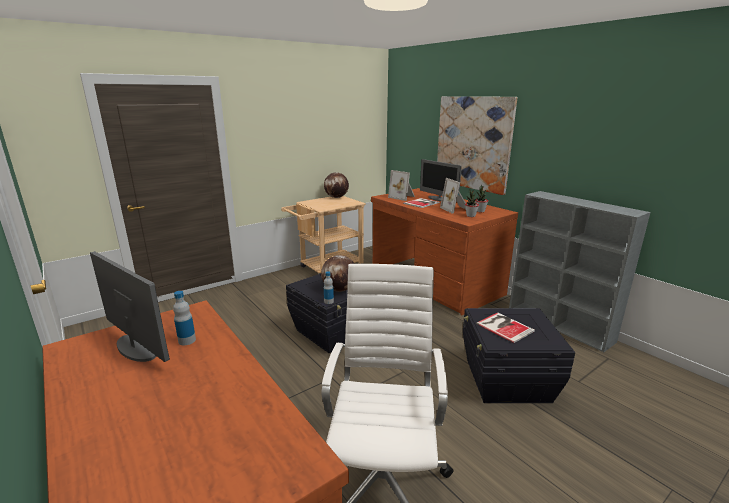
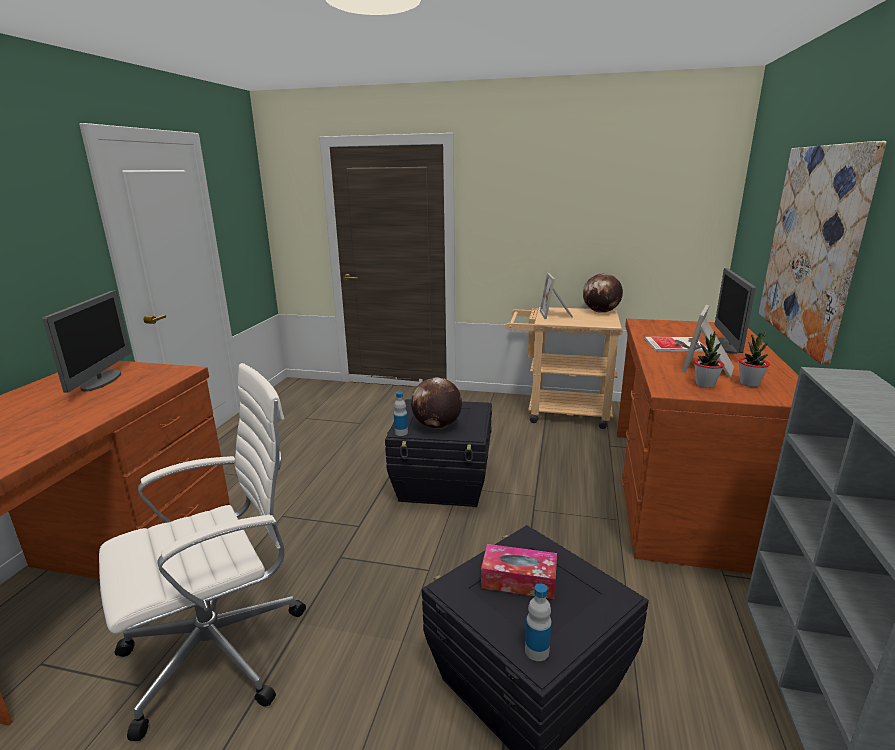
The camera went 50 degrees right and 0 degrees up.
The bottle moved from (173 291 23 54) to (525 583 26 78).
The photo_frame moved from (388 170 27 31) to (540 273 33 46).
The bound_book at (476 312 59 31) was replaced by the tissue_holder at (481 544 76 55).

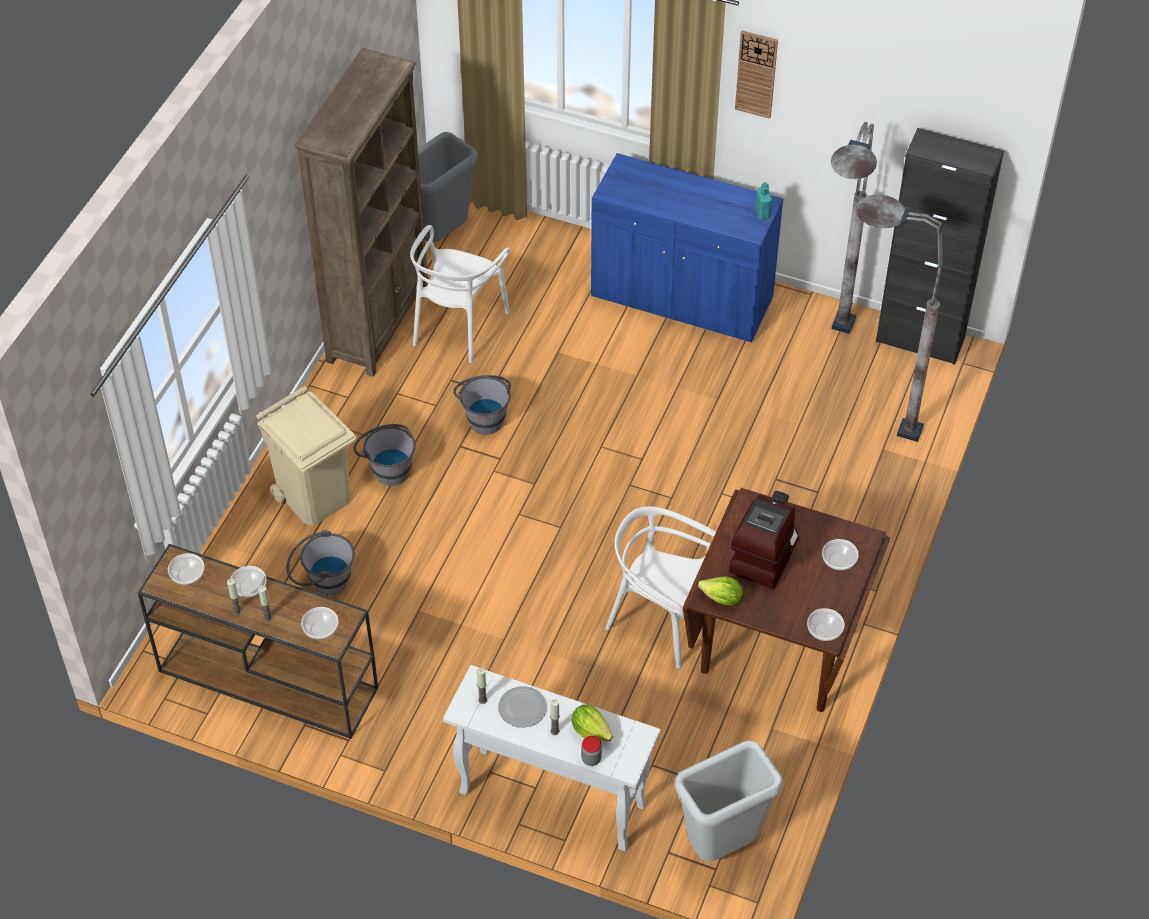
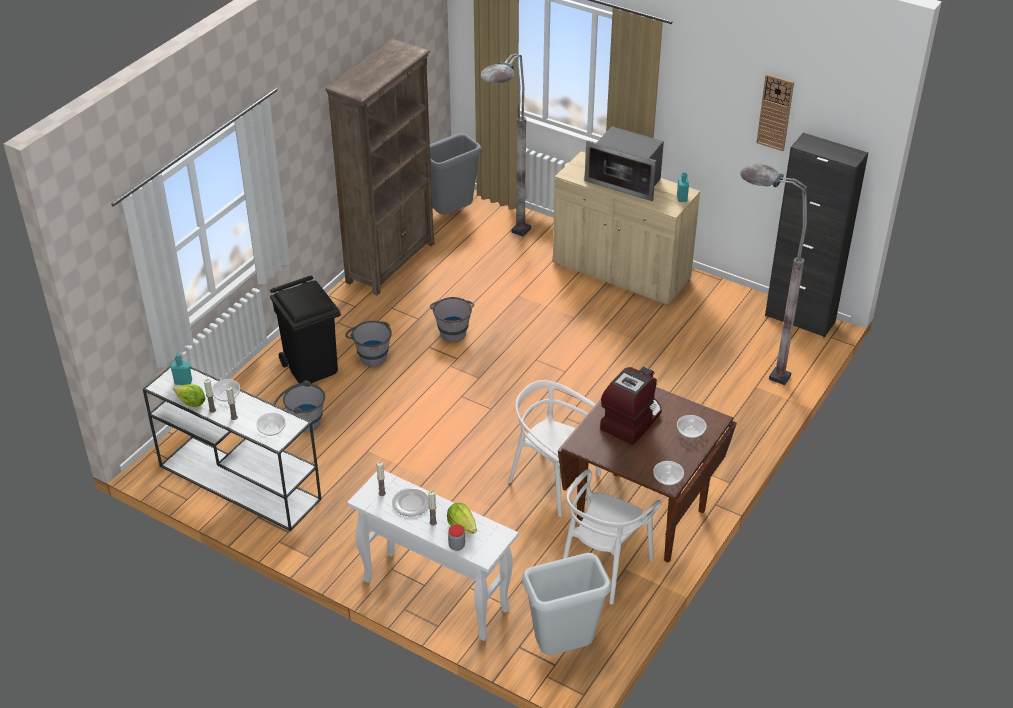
The camera went 10 degrees right and 10 degrees down.
The brown-coloured_hall_table at (138 544 240 195) became the whitish_hall_table at (143 366 178 165).
The deep_dish at (168 553 36 32) was replaced by the blue-green_bottle at (170 354 22 31).
The beige_rubbish_bin at (256 386 100 139) became the black_rubbish_bin at (270 275 71 108).
The whitish_upright_chair moved from (410 225 100 138) to (563 469 99 135).
The bluish_storage_cabinet at (591 153 192 189) became the beige_storage_cabinet at (553 151 147 154).
The lettuce_head moved from (698 576 45 30) to (173 384 32 23).
The hanging_clock moved from (735 31 43 88) to (756 74 38 77).
The gray_standing_lamp moved from (831 122 46 212) to (481 54 50 183).
The microwave_oven at (584 126 80 75) appeared.

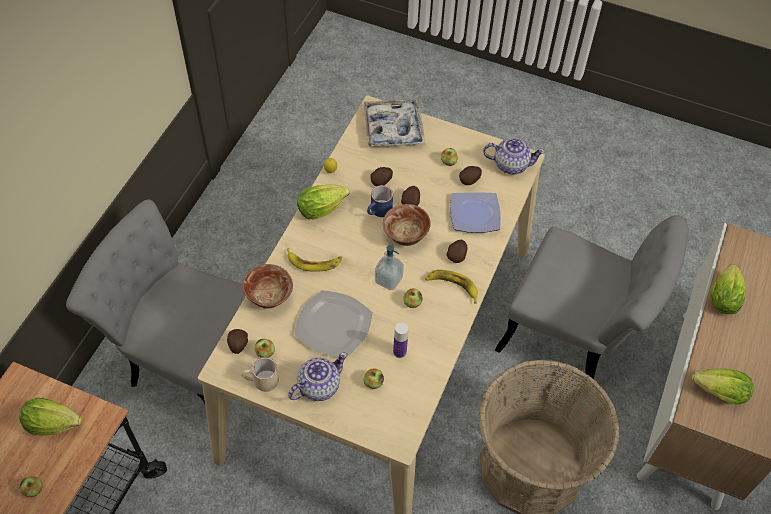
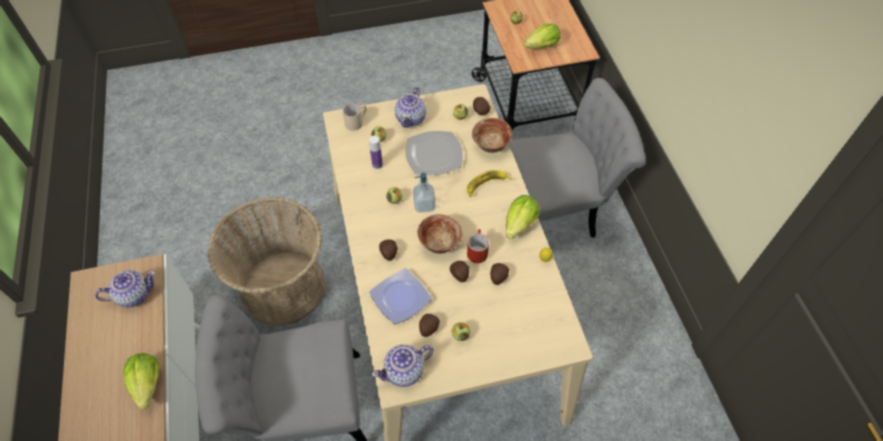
The camera went 145 degrees right and 0 degrees up.
The beige_coffee_mug moved from (242 357 37 35) to (342 103 25 28).
The serving_tray at (364 100 61 47) disappeared.
The bluish_coffee_mug at (367 185 26 32) became the red-coloured_coffee_mug at (467 229 22 34).
The whole_banana at (425 270 53 34) disappeared.
The lettuce_head at (692 368 62 37) was replaced by the tea_pot at (95 270 60 37).

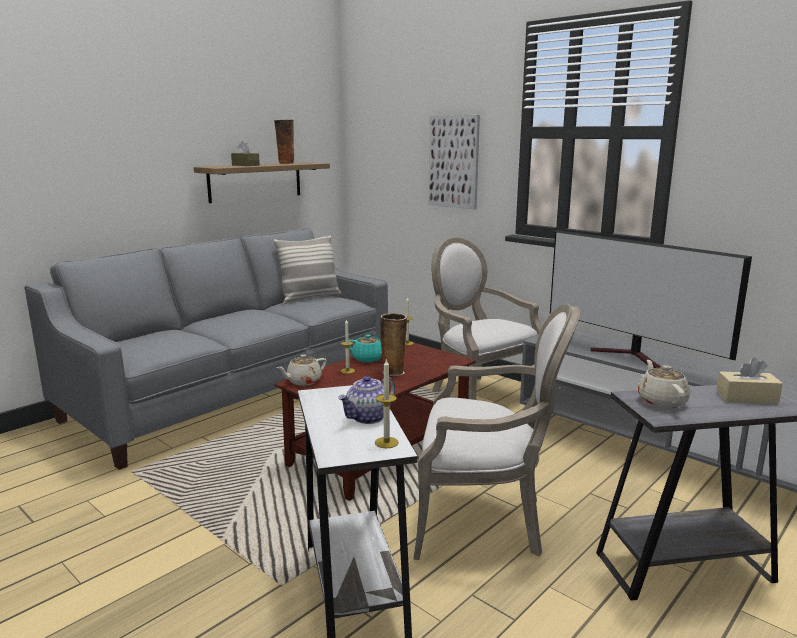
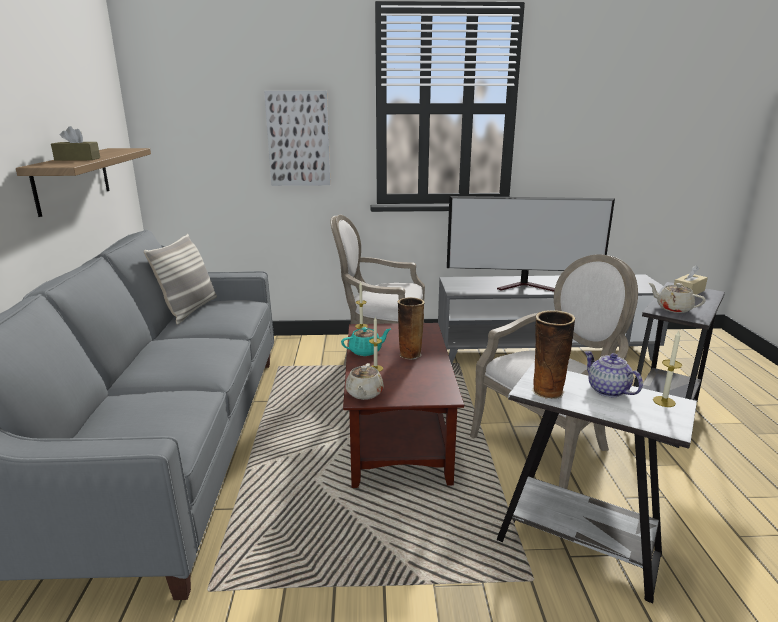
The camera went 45 degrees left and 5 degrees up.
The decorative_vase moved from (274 120 20 44) to (532 310 43 89).
The tea_pot at (338 376 57 48) turned 150 degrees clockwise.

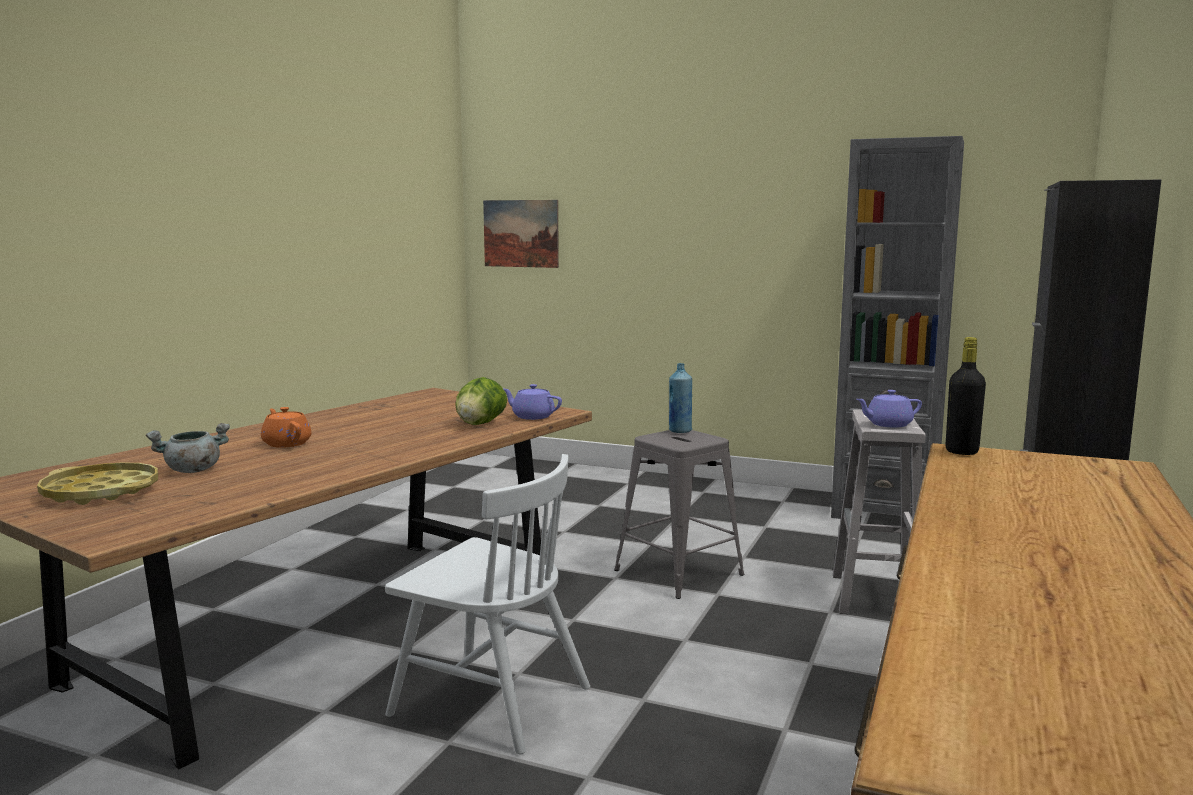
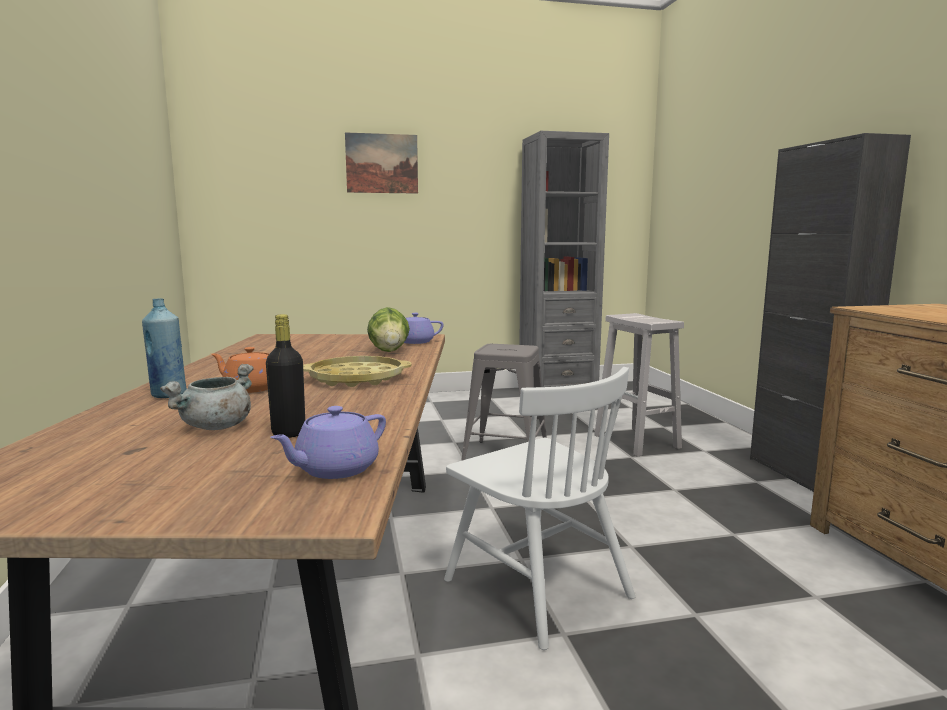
The camera went 35 degrees left and 0 degrees up.
The yellow-coloured_serving_tray moved from (37 462 121 43) to (303 356 109 31).
The whitish_upright_chair at (385 454 205 300) turned 60 degrees clockwise.
The picture moved from (483 200 76 68) to (345 132 73 62).
The bluish_bottle moved from (669 363 23 70) to (142 298 45 100).
The purplish_tea_pot moved from (856 390 66 37) to (270 406 116 73).
The black_bottle moved from (946 337 40 118) to (266 314 39 124).

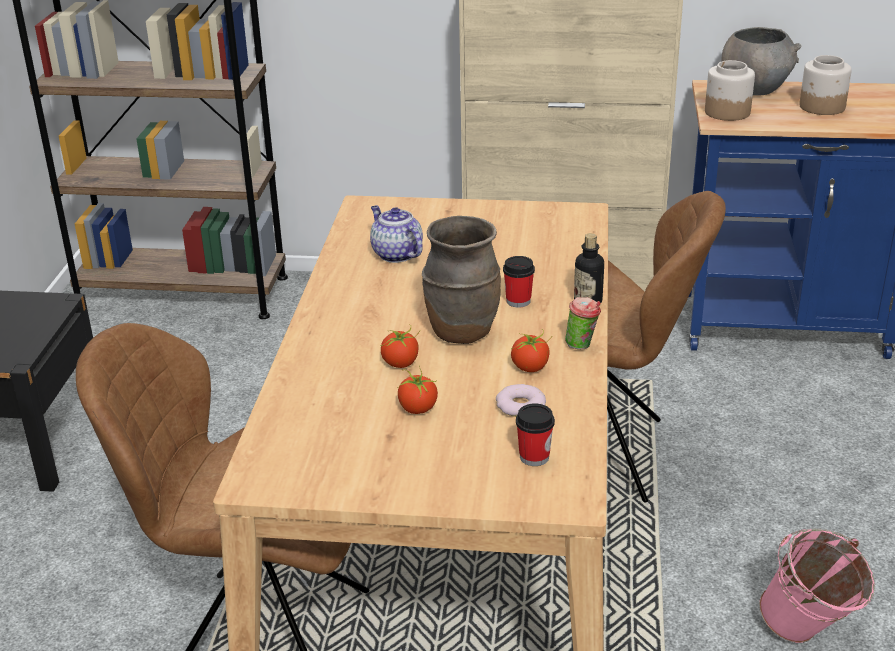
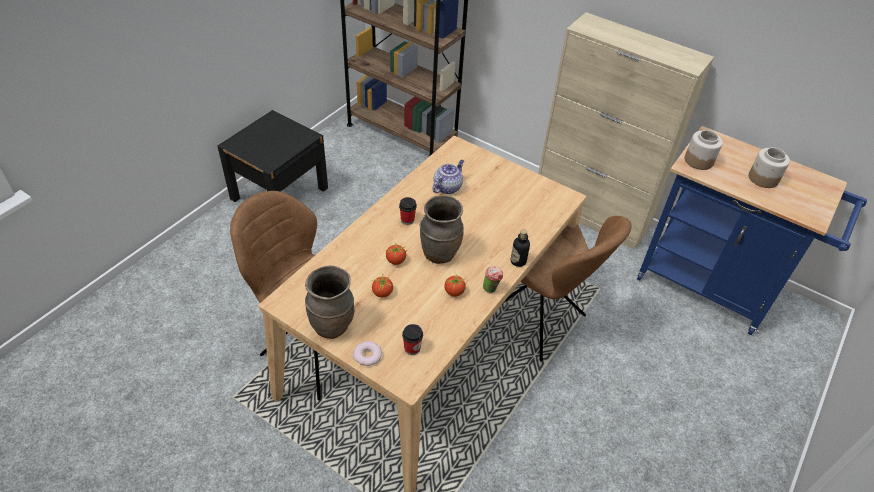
The camera went 25 degrees right and 15 degrees up.
The tea_pot at (370 205 53 58) turned 45 degrees clockwise.
The donut moved from (496 384 50 33) to (353 341 29 25).
The cup moved from (503 256 32 51) to (399 197 18 28).
The gray_deep_dish at (721 27 81 69) disappeared.
The pink_bucket at (759 528 116 115) disappeared.
The brown-coloured_decorative_vase at (305 265 49 74) appeared.

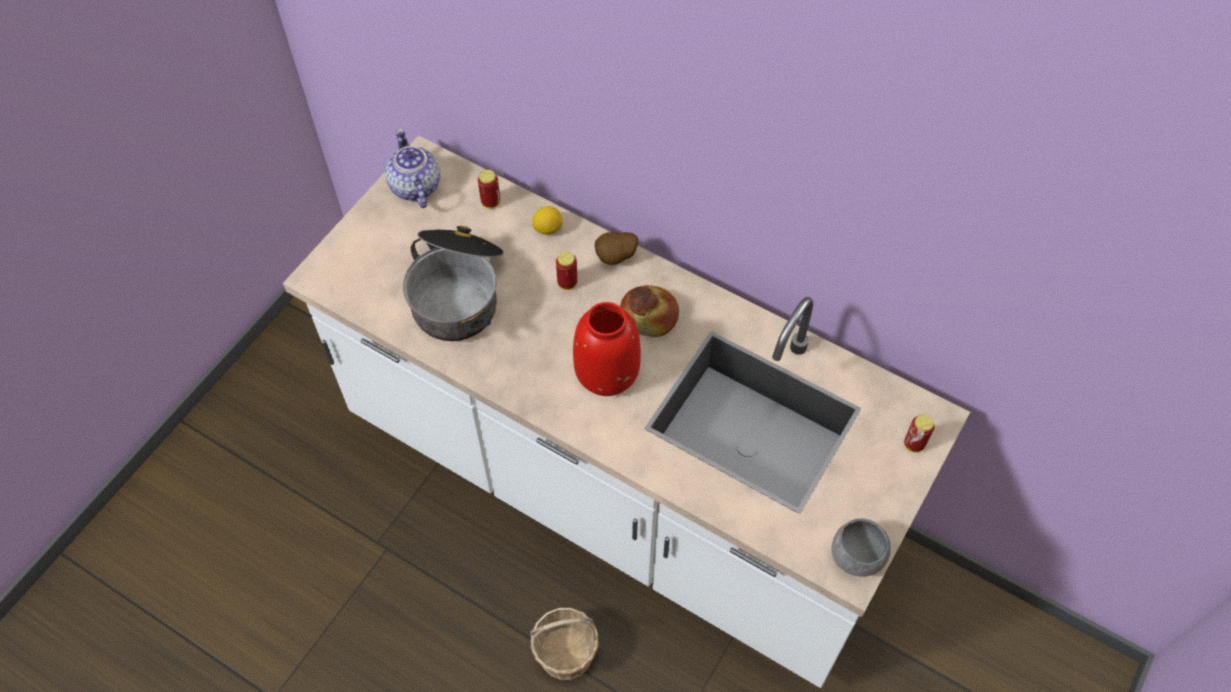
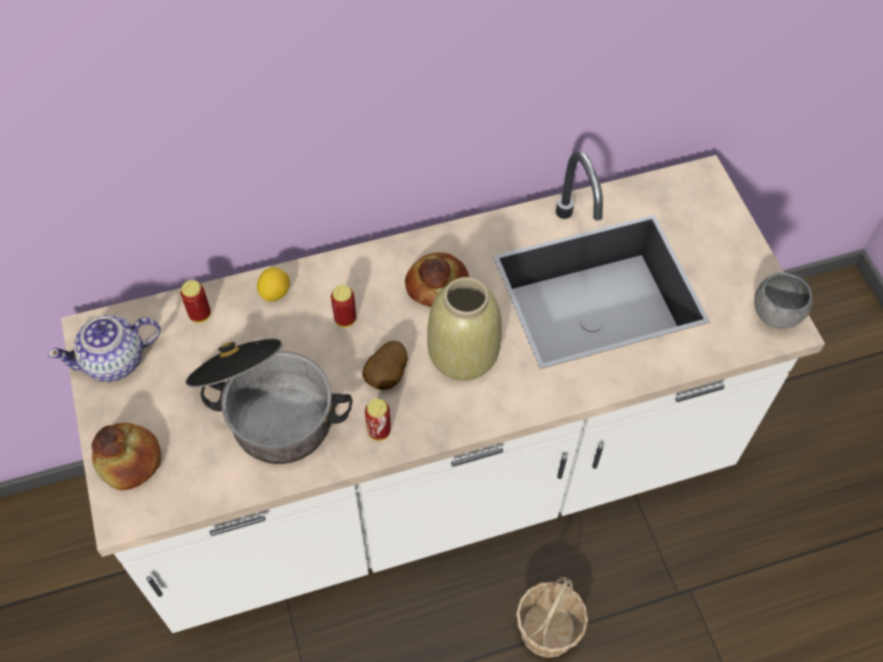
The camera went 50 degrees left and 0 degrees up.
The tea_pot at (385 129 55 79) turned 45 degrees counterclockwise.
The red-coloured_decorative_vase at (573 302 68 94) became the beige_decorative_vase at (427 277 75 104).
The spud moved from (595 232 43 33) to (363 341 45 49).
The can moved from (904 414 31 39) to (365 399 26 42).
The baked_bread at (92 423 69 67) appeared.

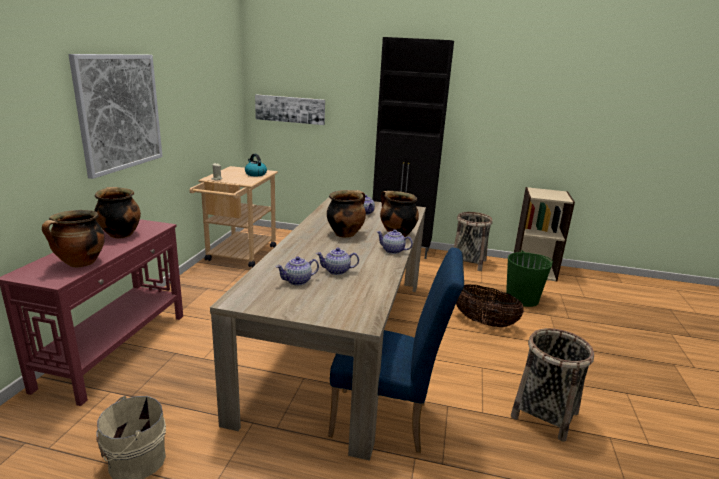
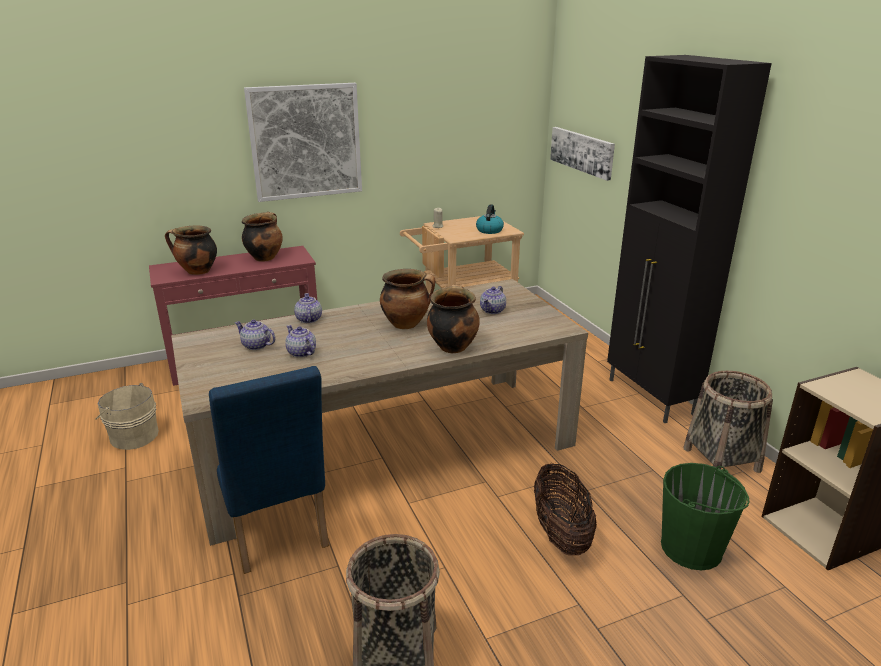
The camera went 55 degrees right and 5 degrees up.
The tea_pot moved from (377 229 36 25) to (294 293 28 30).

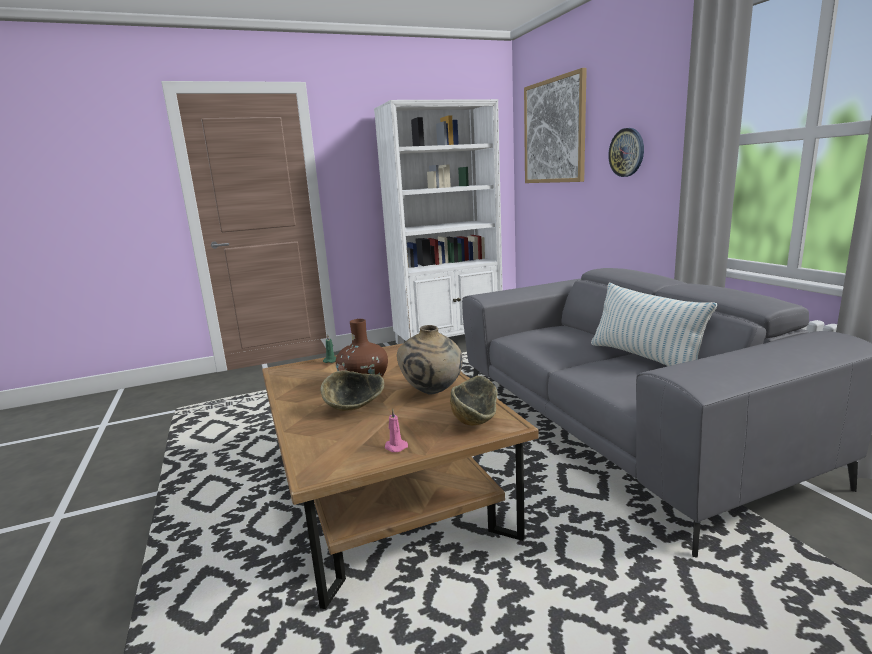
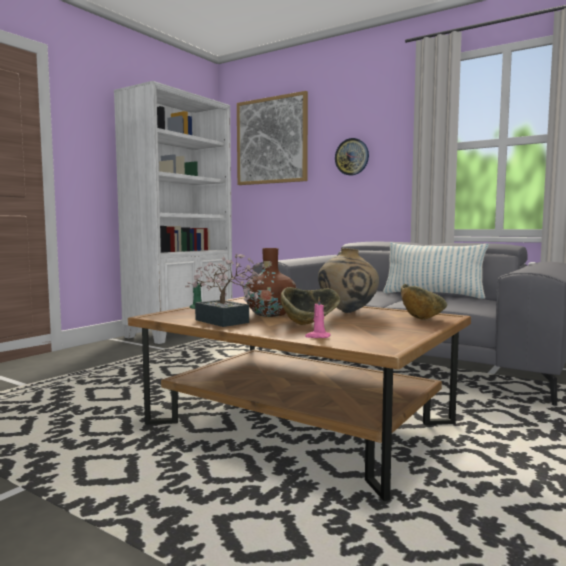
The camera went 35 degrees left and 10 degrees down.
The pink_wax_light moved from (385 408 23 44) to (305 297 26 41).
The houseplant at (185 254 80 73) appeared.

